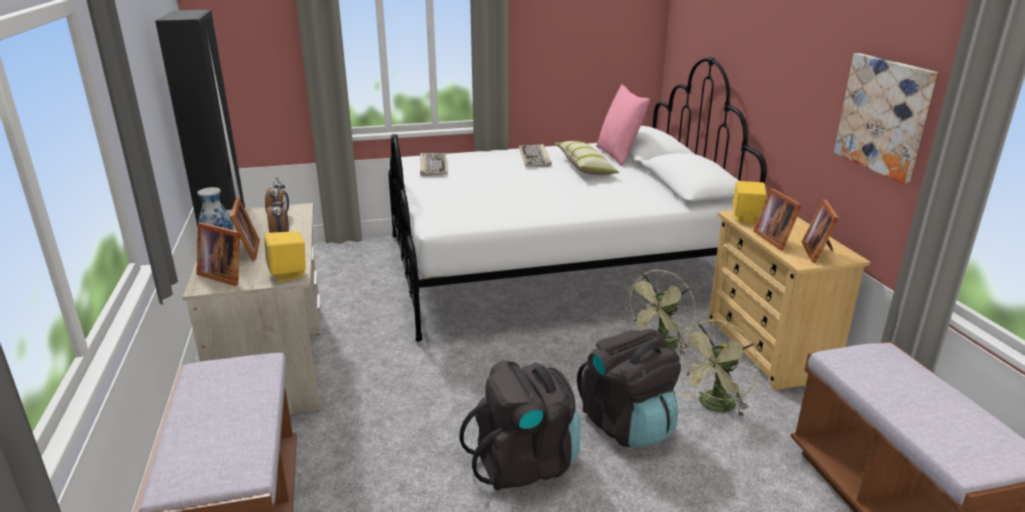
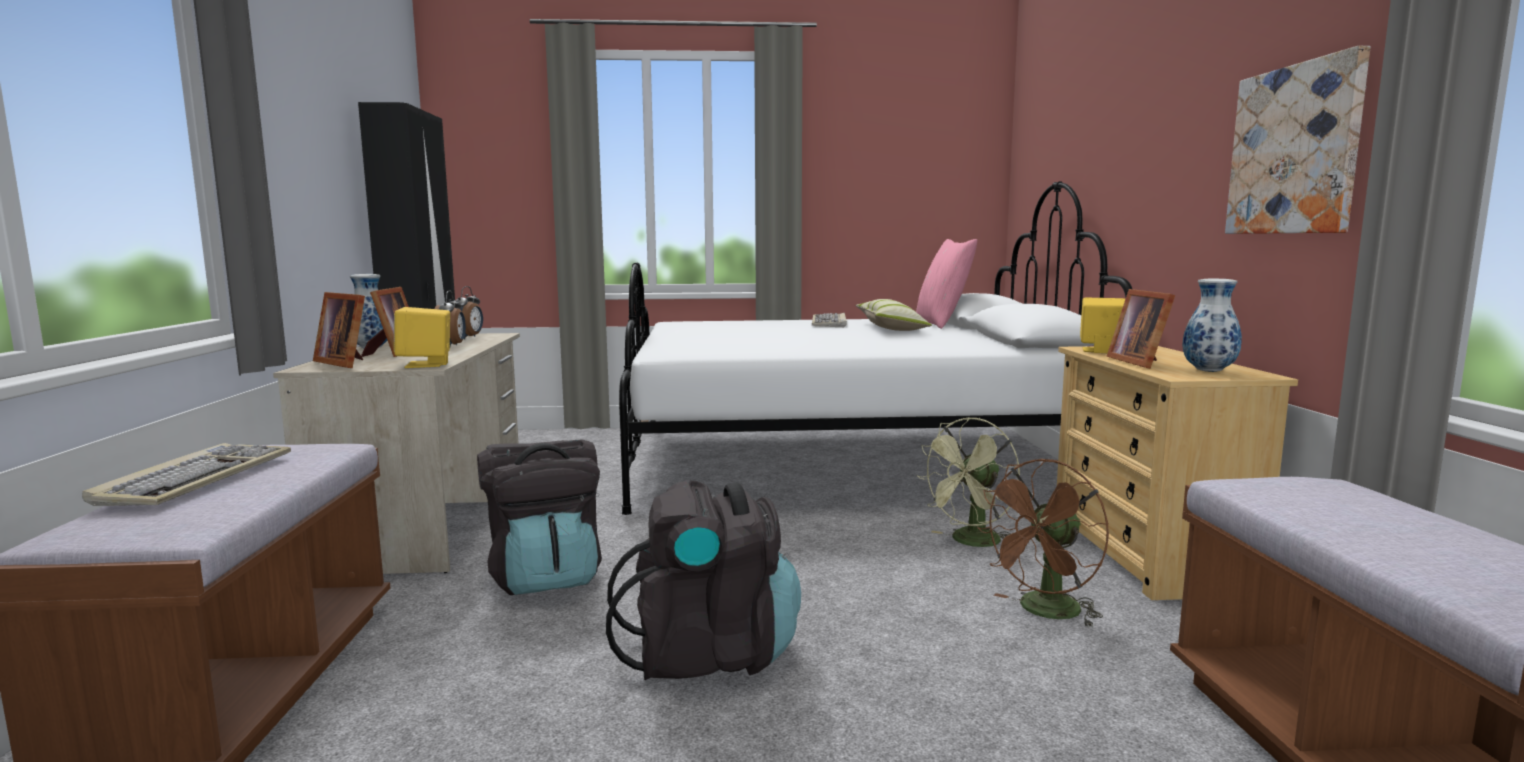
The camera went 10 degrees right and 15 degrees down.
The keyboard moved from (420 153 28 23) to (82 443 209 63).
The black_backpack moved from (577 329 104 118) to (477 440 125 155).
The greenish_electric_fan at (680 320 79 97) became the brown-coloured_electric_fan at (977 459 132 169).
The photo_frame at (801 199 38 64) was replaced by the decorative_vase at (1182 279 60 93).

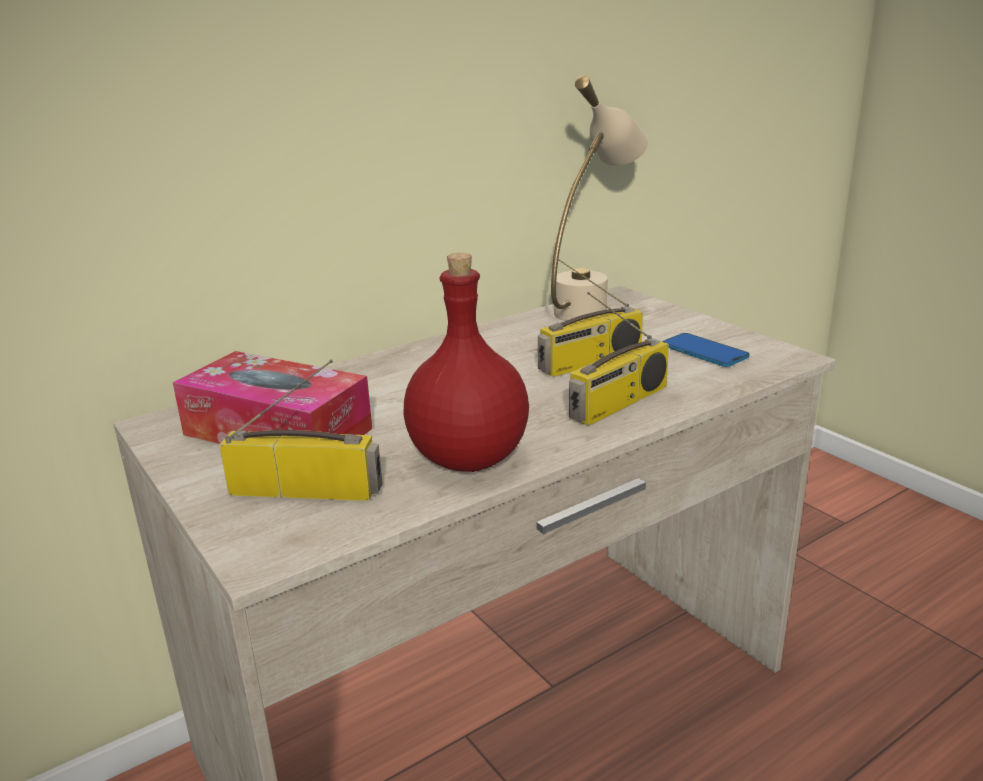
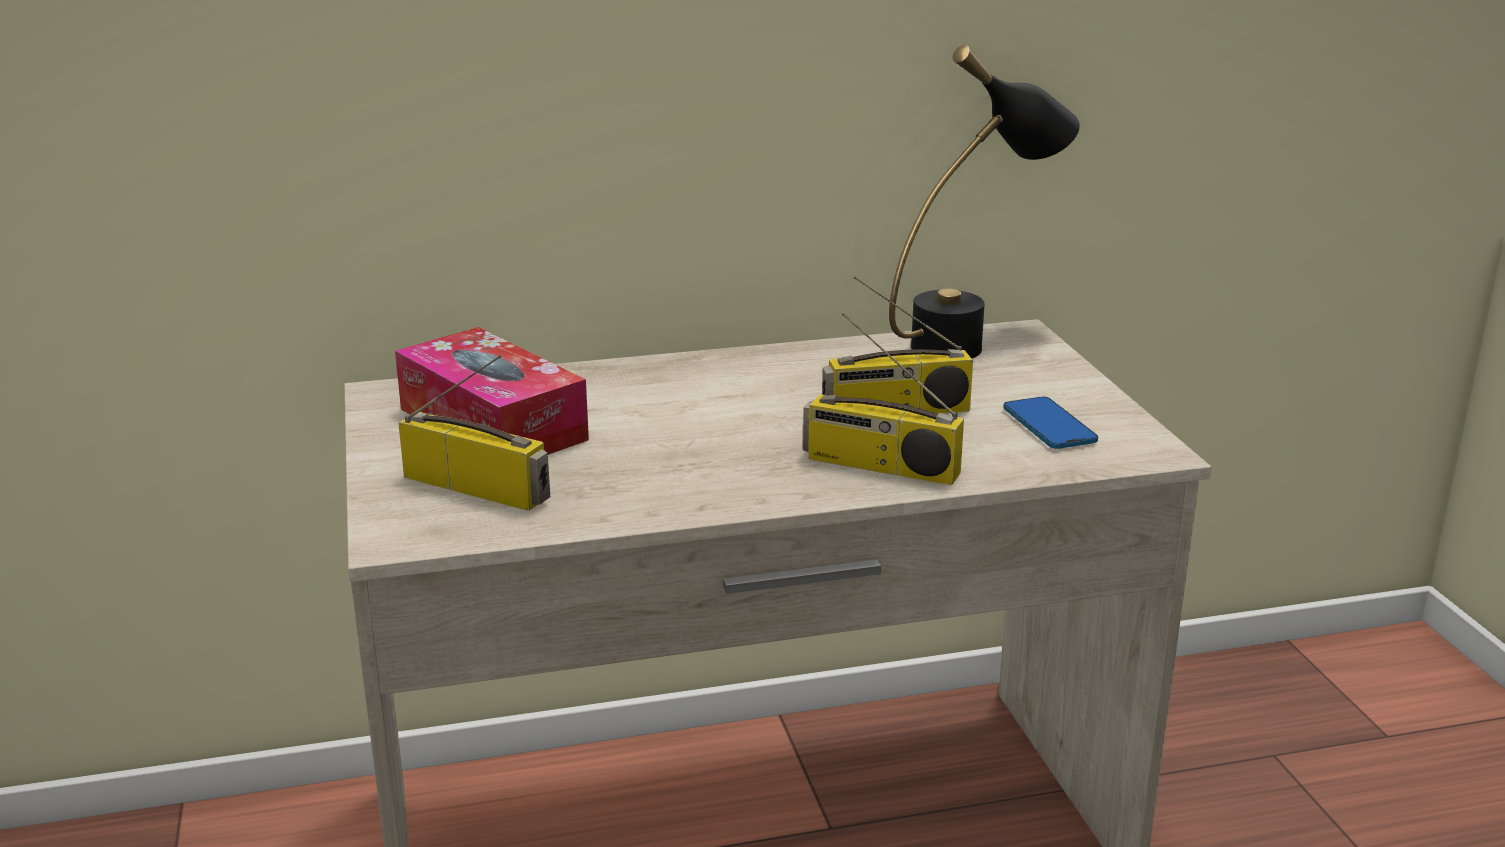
The camera went 20 degrees right and 0 degrees up.
The red-coloured_bottle at (404 253 125 219) disappeared.
The beige_table_lamp at (551 75 97 246) became the black_table_lamp at (889 45 191 313).
The radio_set at (569 292 100 134) turned 45 degrees clockwise.

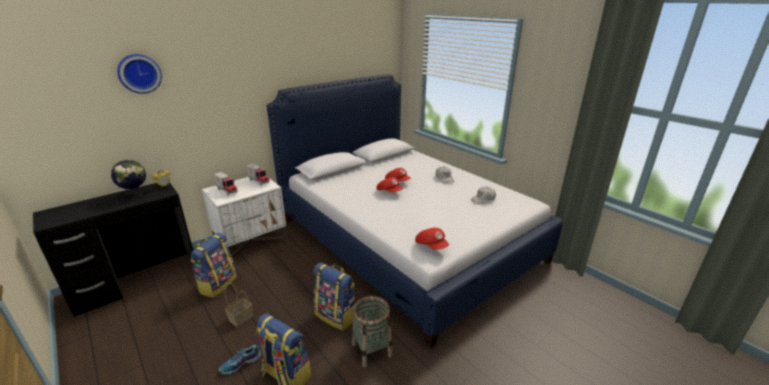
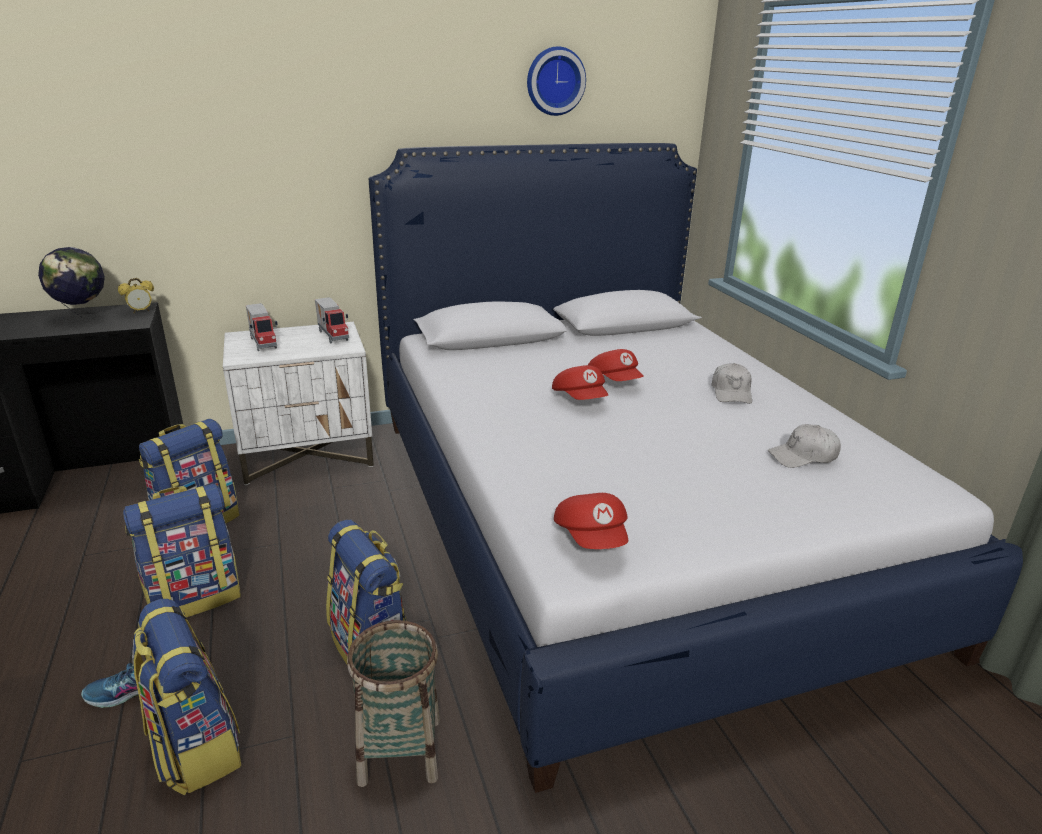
The camera went 20 degrees right and 0 degrees up.
The hanging_clock moved from (117 54 45 40) to (527 46 59 70).
The basket at (225 283 28 43) was replaced by the backpack at (123 484 118 134).

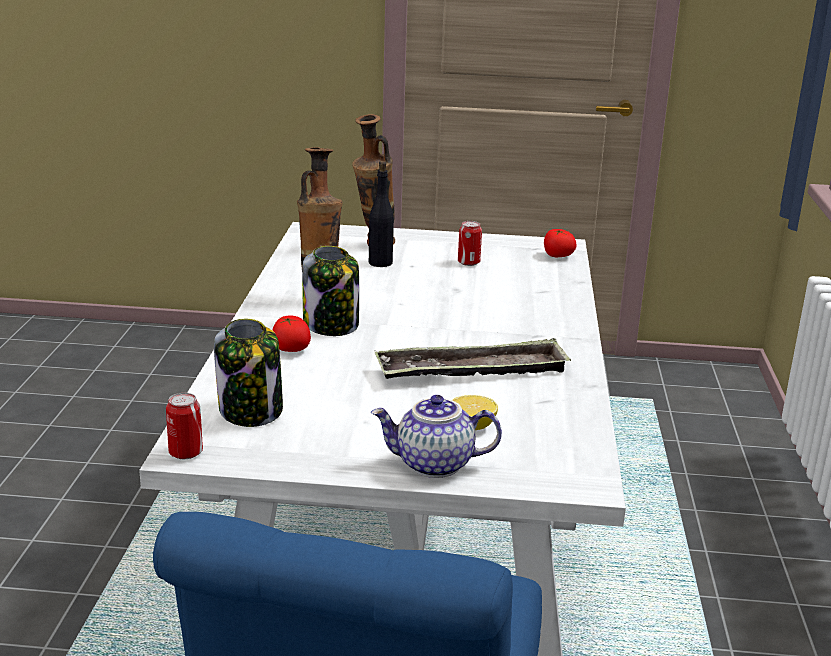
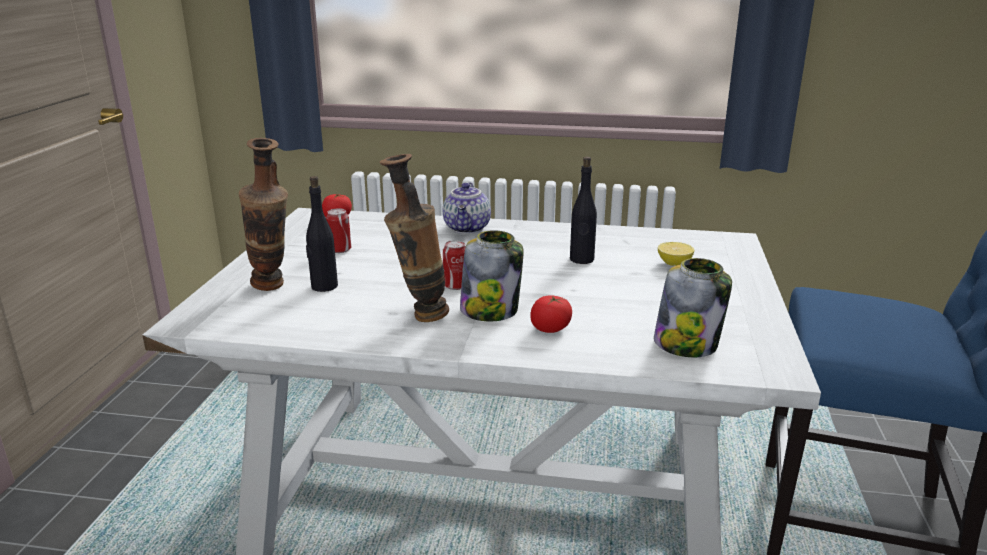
The camera went 85 degrees left and 0 degrees up.
The can moved from (166 393 37 66) to (443 240 23 50).
The tea_pot moved from (371 395 131 83) to (443 182 48 52).
The serving_tray at (374 338 197 41) was replaced by the black_bottle at (570 157 27 107).

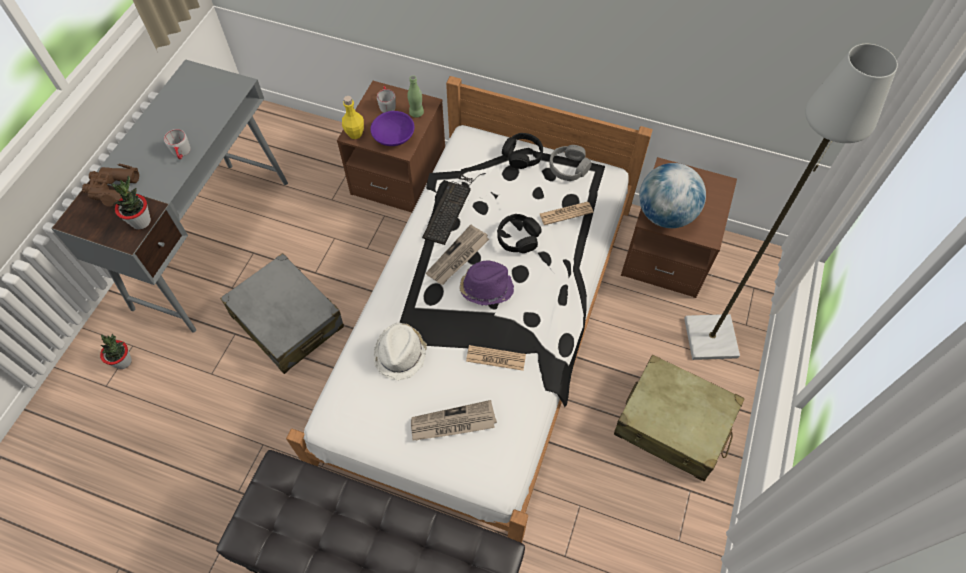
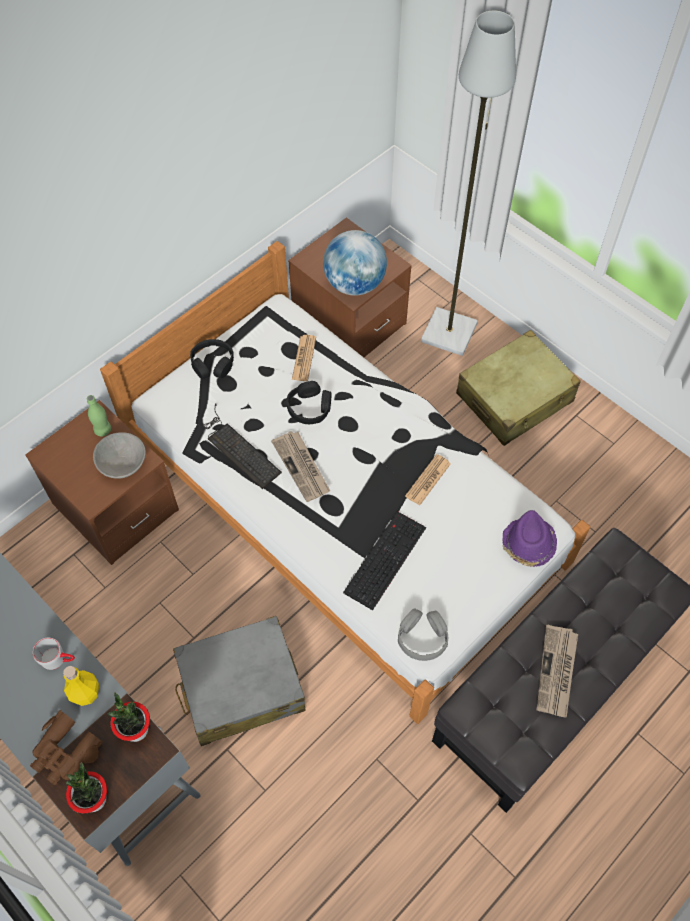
The camera went 65 degrees left and 0 degrees up.
The houseplant moved from (100 334 32 35) to (66 762 41 51).
The yellow-coloured_bottle moved from (342 96 22 43) to (63 666 36 40).
The purplish_deep_dish at (370 111 44 35) became the gray_deep_dish at (93 432 53 47).
The whitish_hat at (374 323 53 58) was replaced by the keyboard at (343 511 83 99).
The gray_coffee_mug at (377 86 19 27) disappeared.
The printed_paper moved from (411 400 86 41) to (537 625 41 93).
The purplish_hat moved from (459 261 55 45) to (502 510 55 57).
The gray_headset moved from (550 145 42 36) to (398 609 50 52).

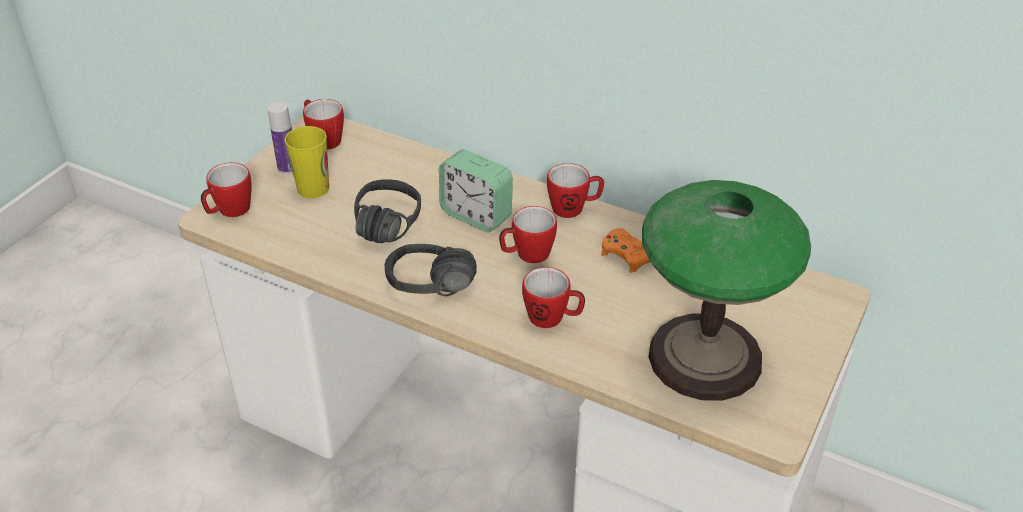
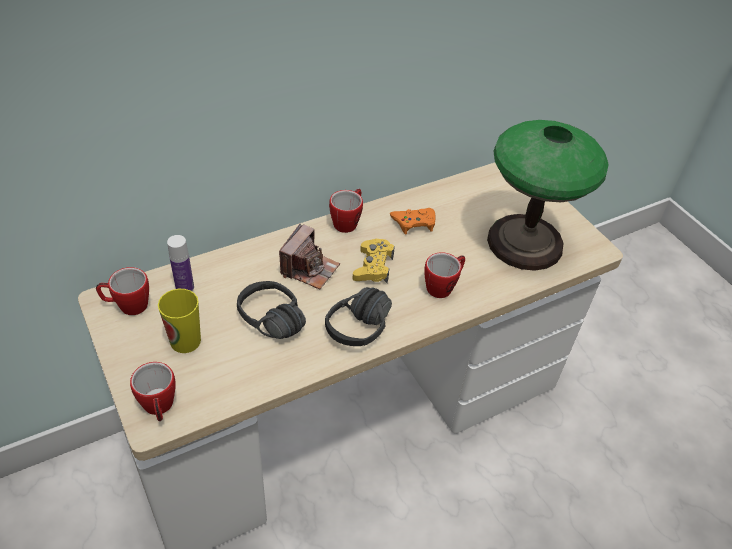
The camera went 60 degrees left and 5 degrees up.
The bottle moved from (268 102 25 72) to (167 235 27 56).
The bedside_clock at (439 150 74 82) was replaced by the photo_camera at (279 224 61 66).
The coffee_mug at (499 206 58 57) was replaced by the yellow-coloured_gamepad at (352 239 43 44).

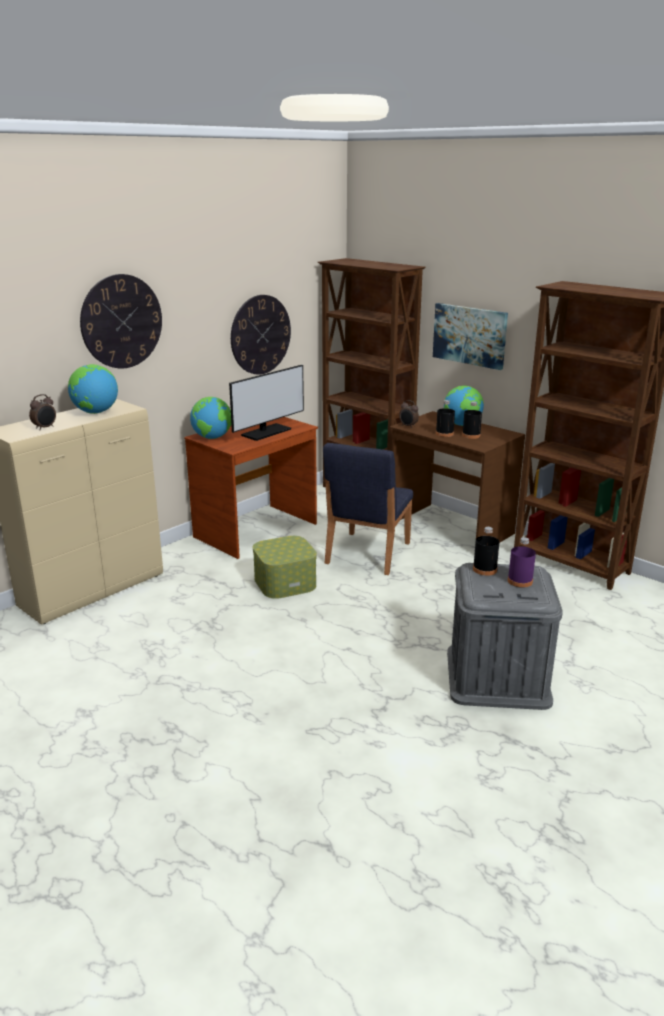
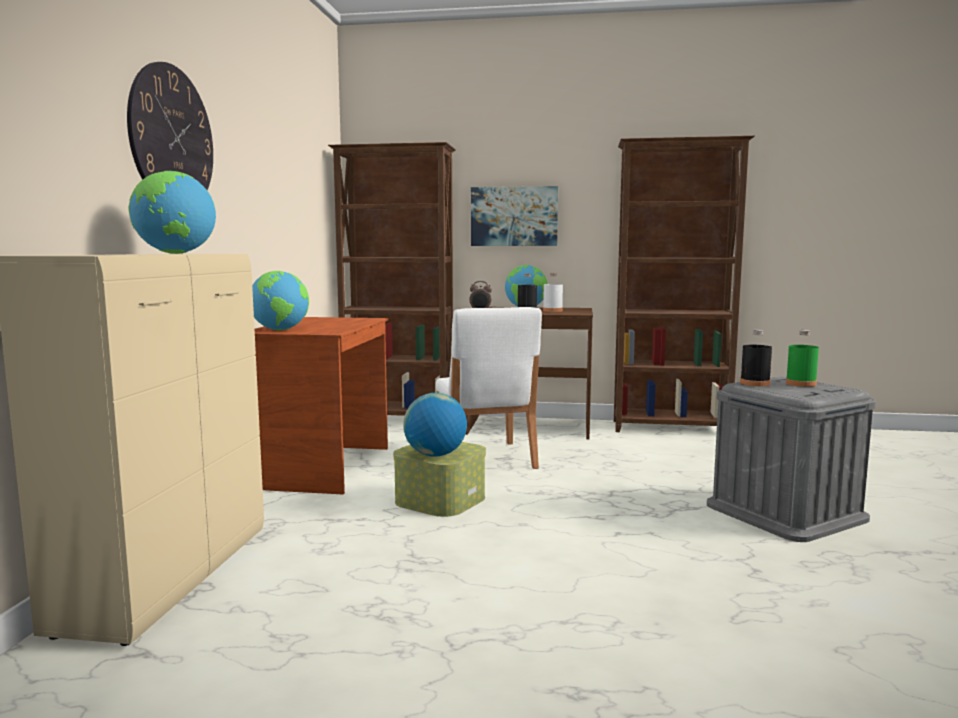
The camera went 35 degrees left and 15 degrees down.
The bedside_clock at (29 394 27 36) disappeared.
The computer_display at (229 365 75 76) disappeared.
The hanging_clock at (231 295 60 80) disappeared.
The bluish_upright_chair at (323 443 90 132) became the whitish_upright_chair at (436 307 106 162).
The black_bottle at (462 402 20 37) became the whitish_bottle at (543 273 20 39).
The purplish_bottle at (508 537 28 51) became the greenish_bottle at (786 330 33 57).
The desk_globe at (403 393 64 64) appeared.

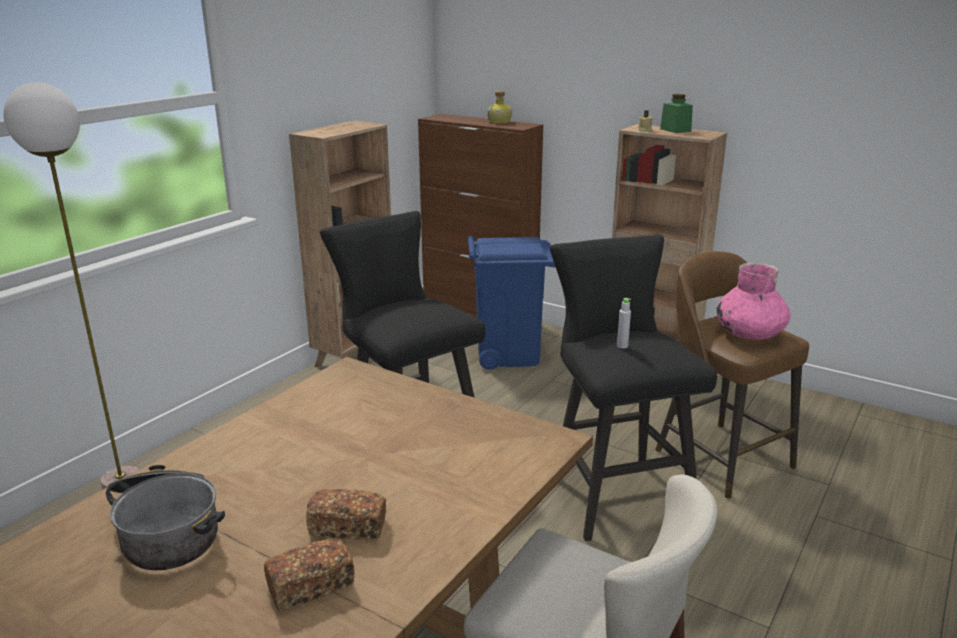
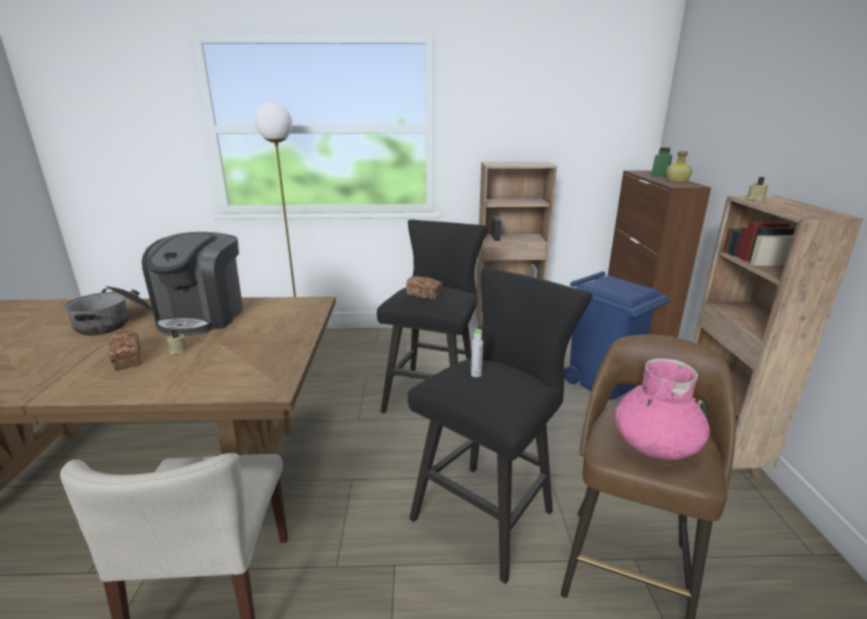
The camera went 55 degrees right and 0 degrees up.
The baked_bread moved from (264 539 91 71) to (406 276 37 24).
The greenish_storage_jar moved from (660 94 33 39) to (651 147 21 30).
The coffee_machine at (142 232 101 104) appeared.
The beige_wax_light at (167 329 21 26) appeared.

